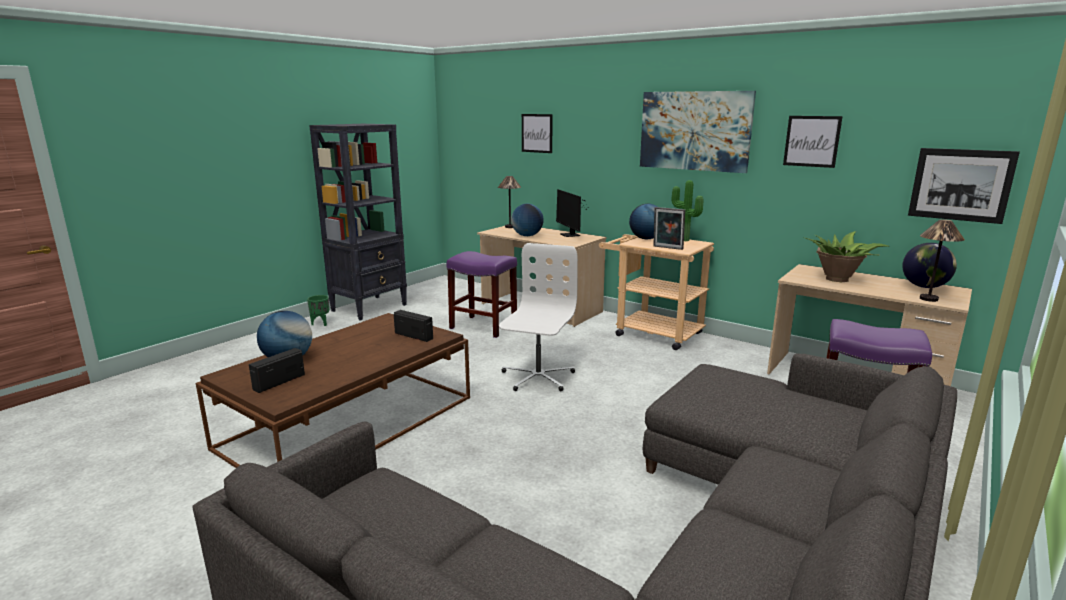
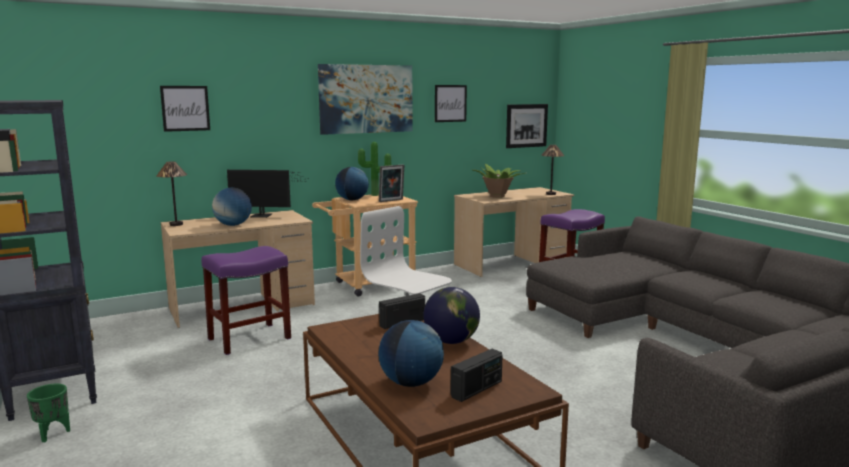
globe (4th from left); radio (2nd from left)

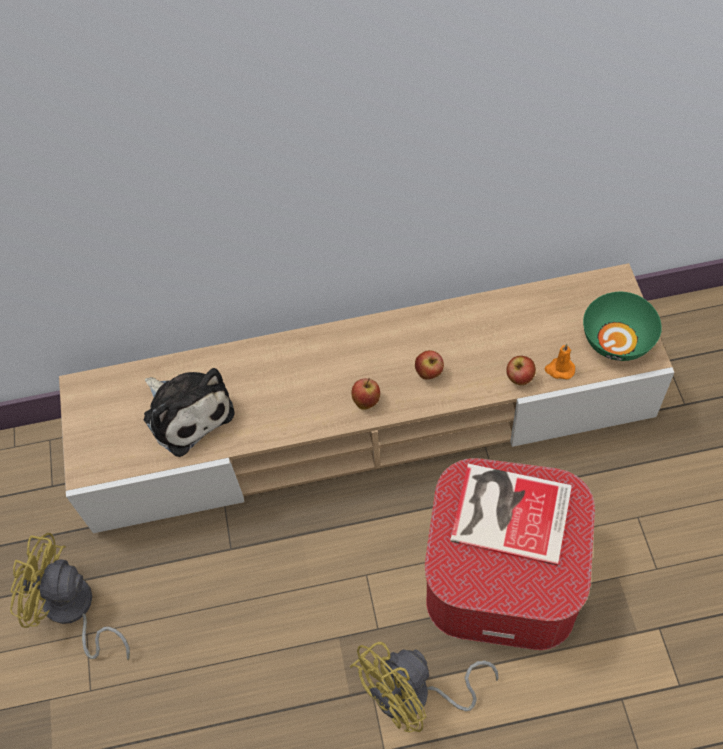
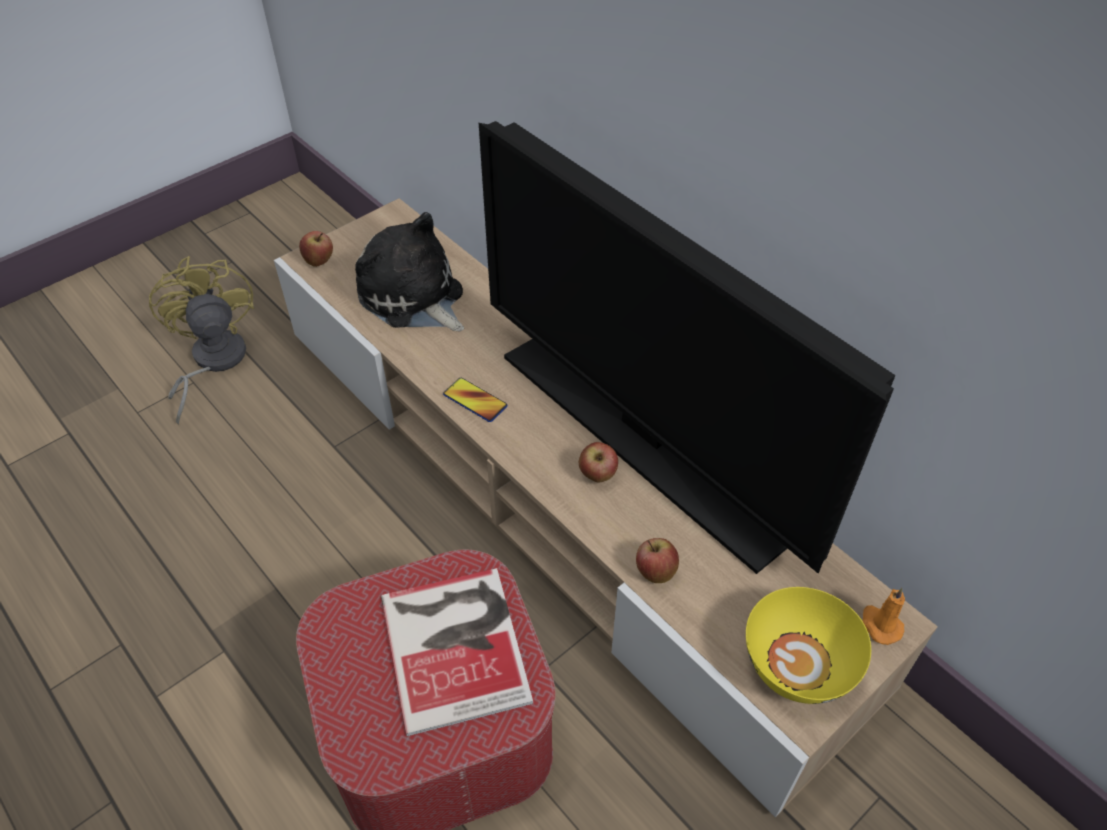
fan (yellow) (2nd from left in the first image); phone; television; apple (1st from left); candle (orange); bowl (yellow); plush toy

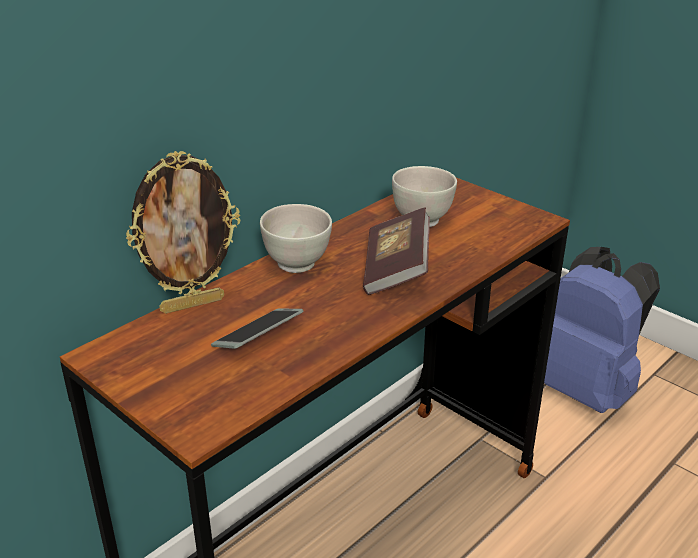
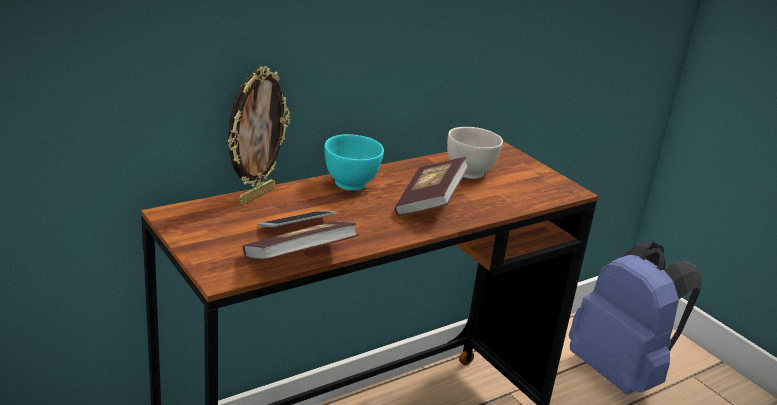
book (1st from left); bowl (turquoise); picture frame

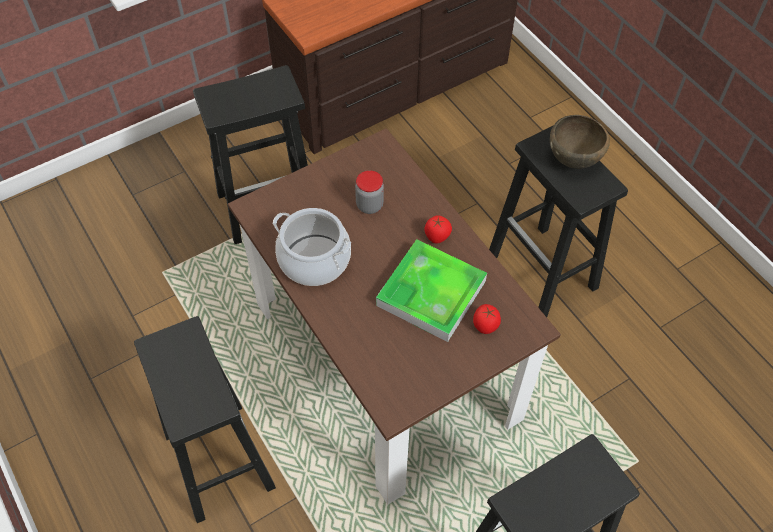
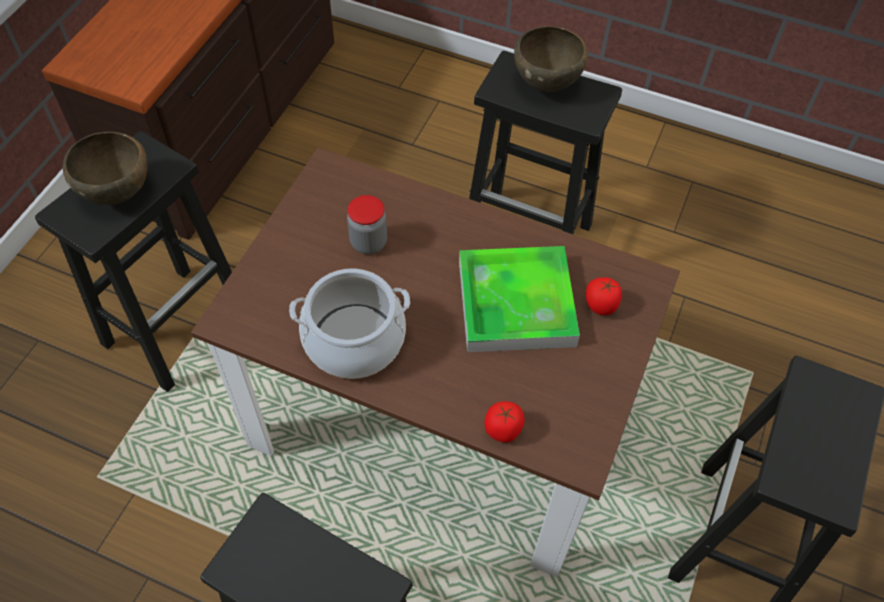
bowl (brown) (1st from left); tomato (1st from left)

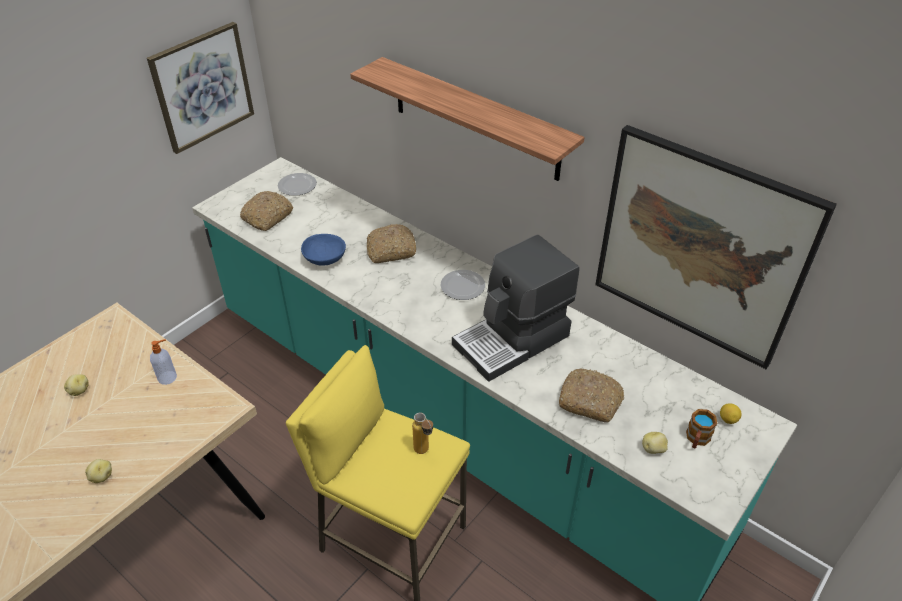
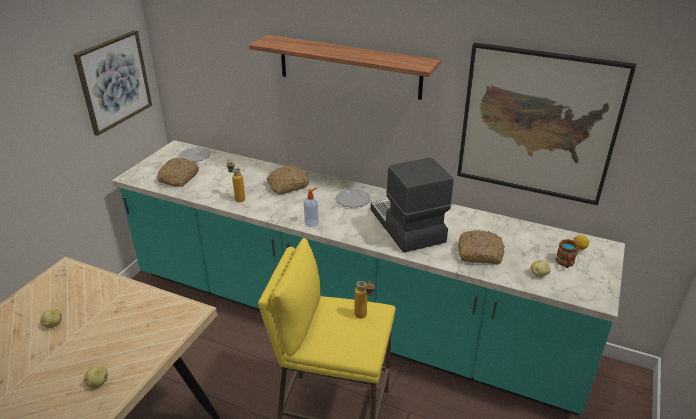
soap dispenser; bottle (1st from left); coffee machine

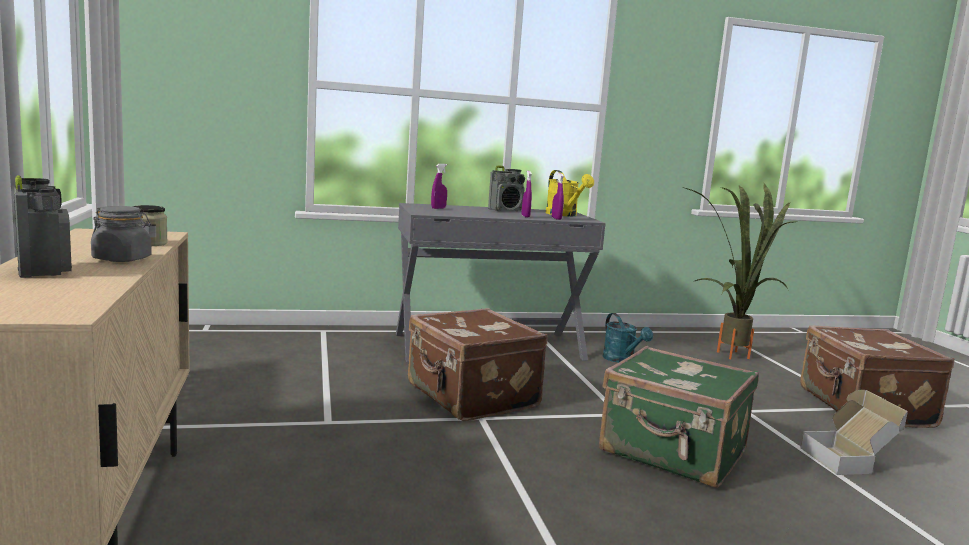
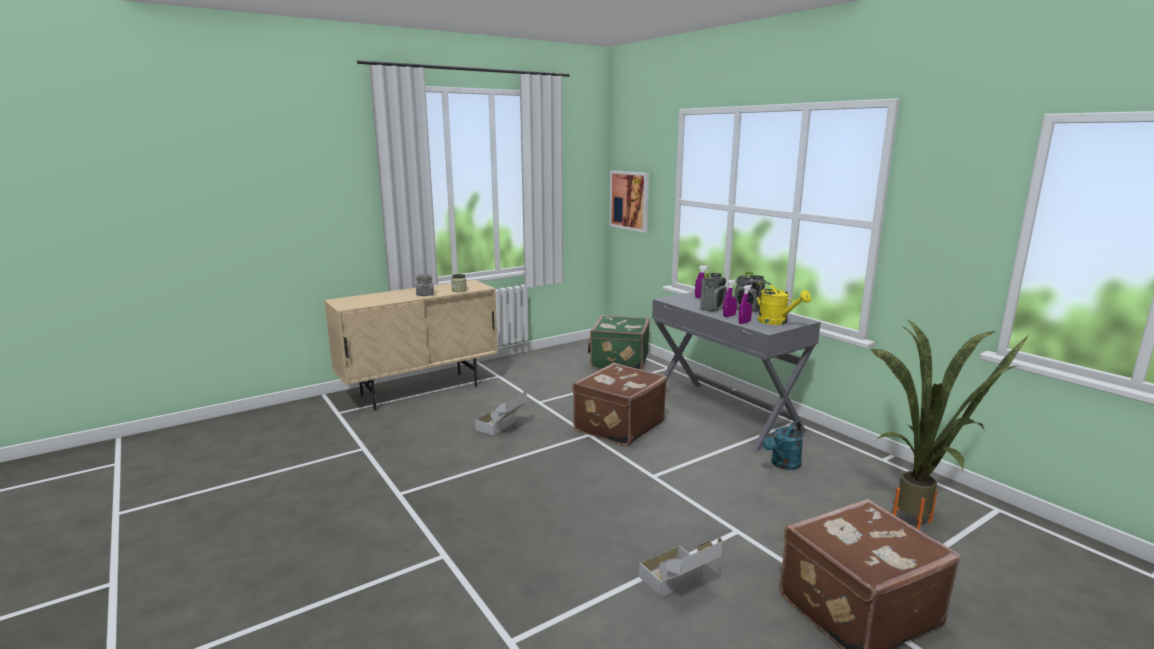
cardboard box (1st from left); picture; radio (1st from left); suitcase (green); watering can (yellow)

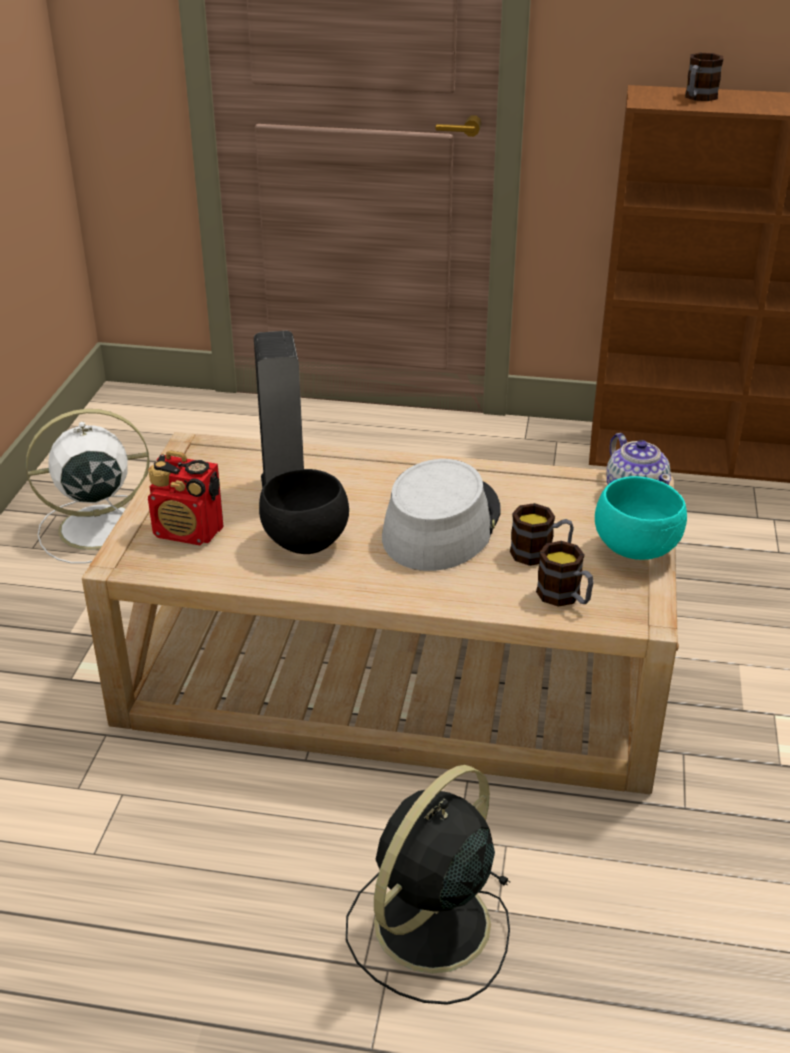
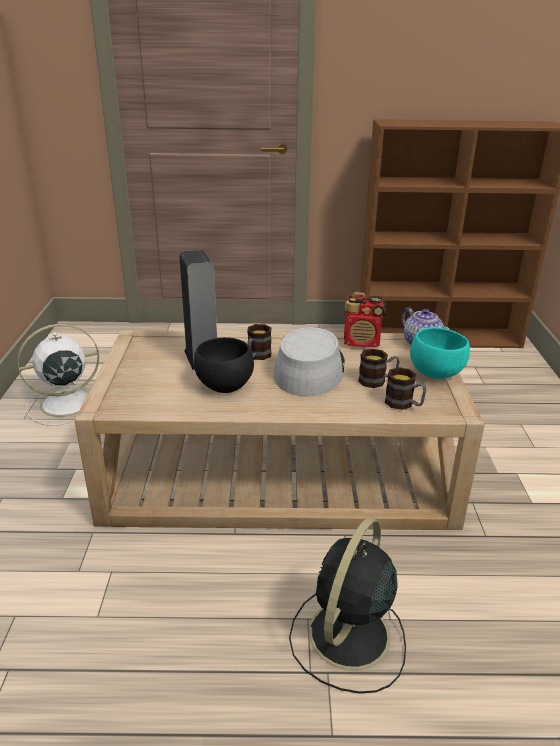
radio; mug (1st from left)

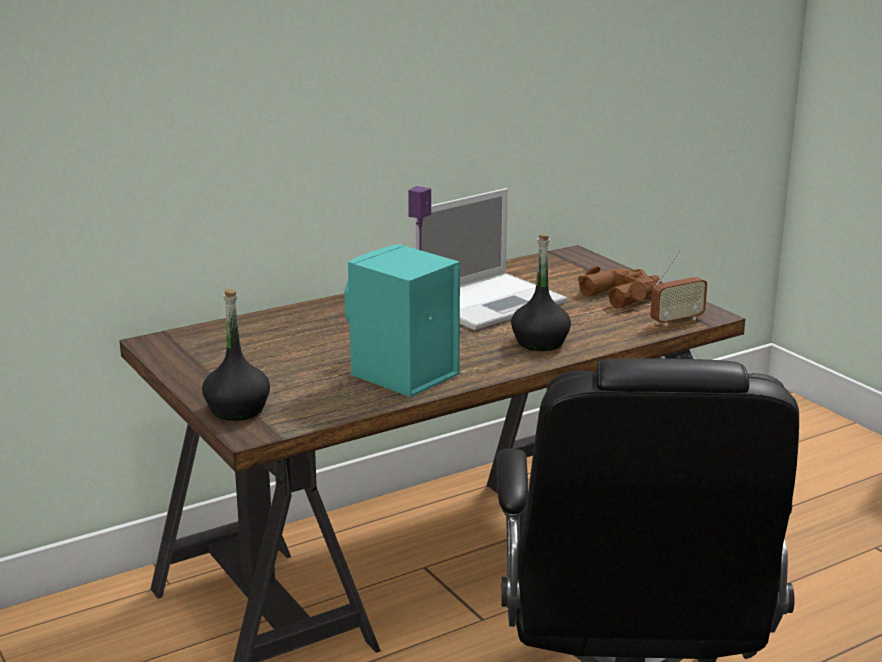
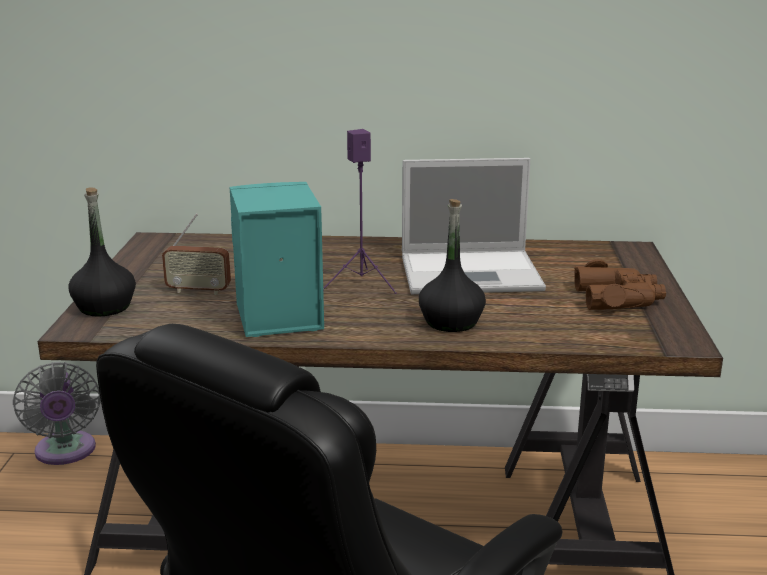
fan (grey); radio

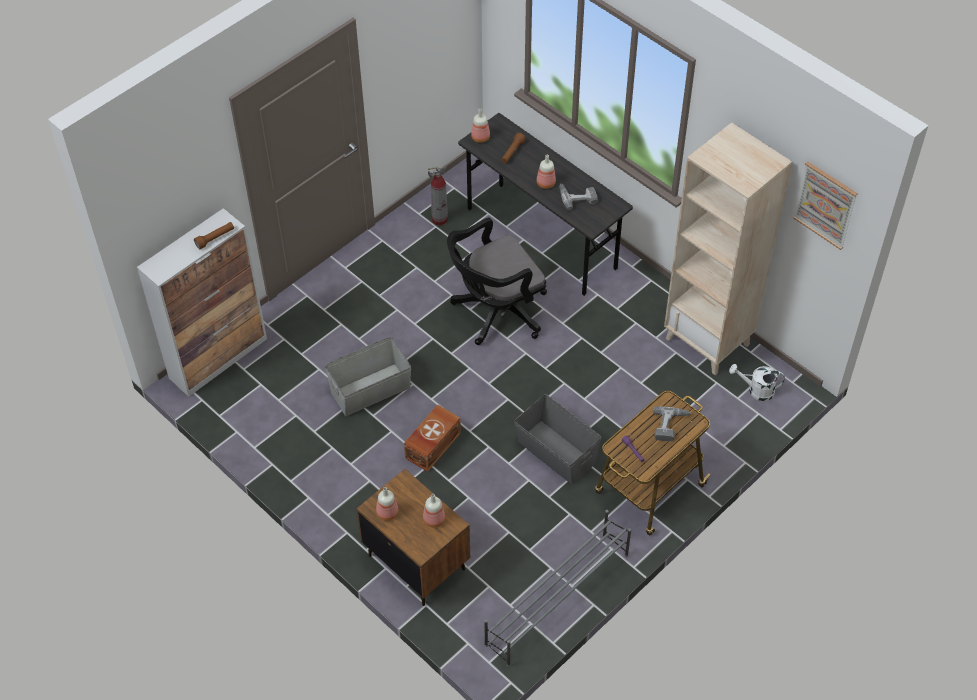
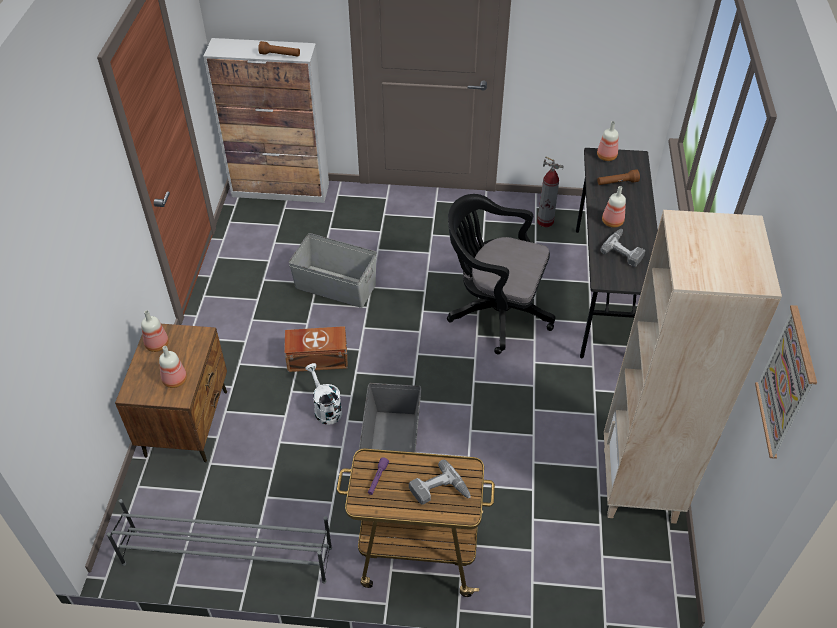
watering can (white)

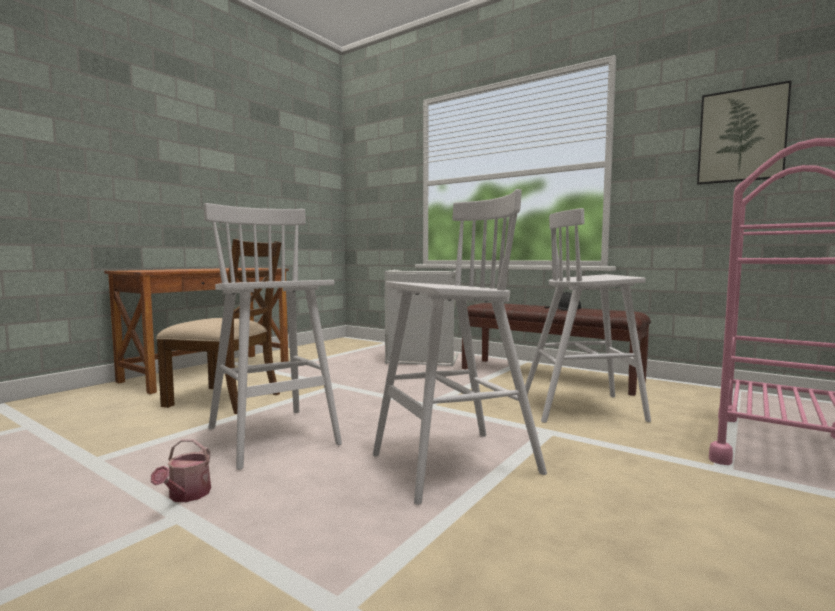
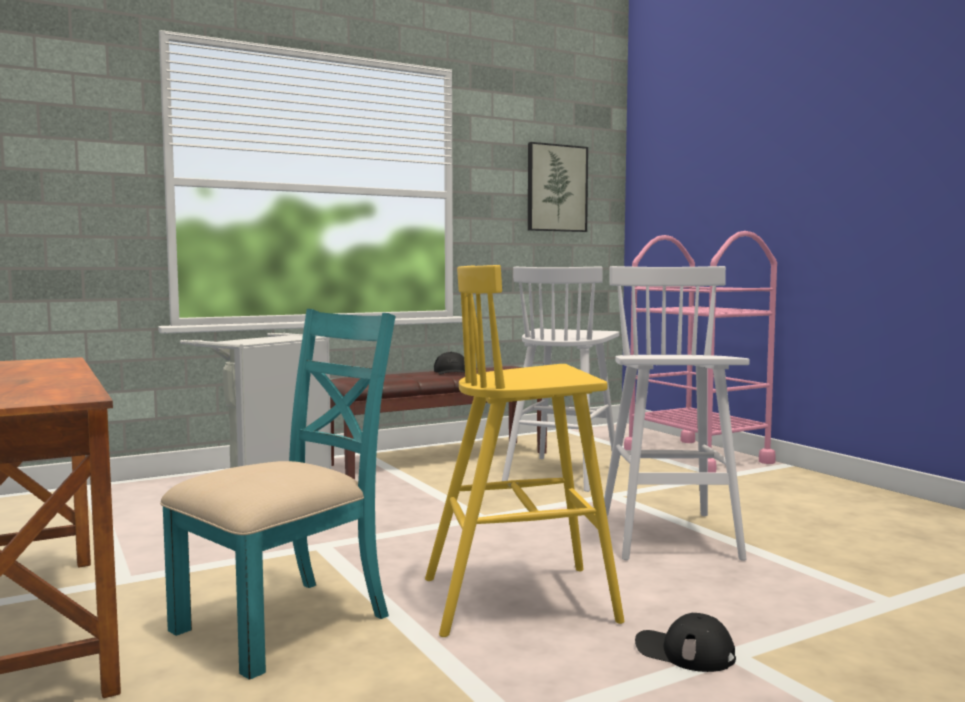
cap (black) (2nd from left); chair (turquoise); stool (yellow)

